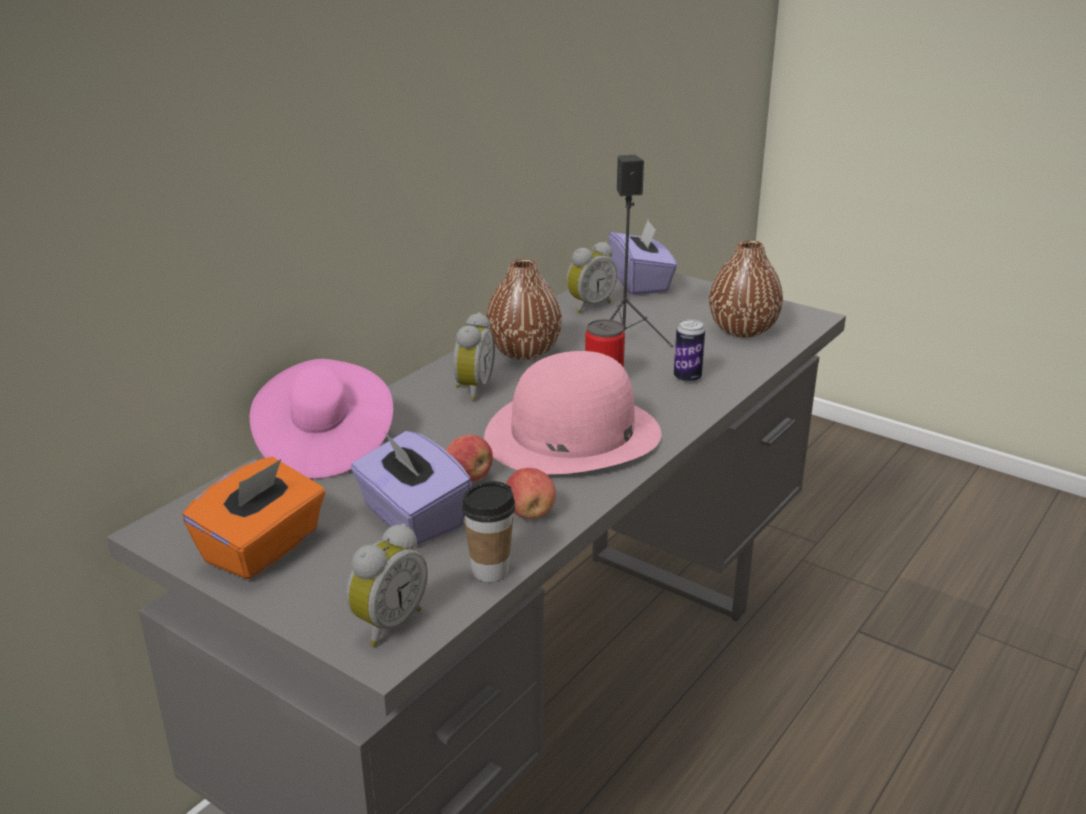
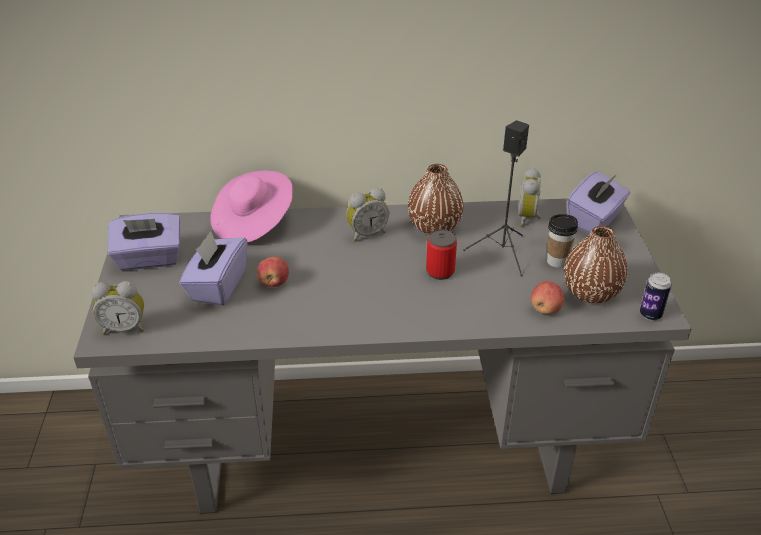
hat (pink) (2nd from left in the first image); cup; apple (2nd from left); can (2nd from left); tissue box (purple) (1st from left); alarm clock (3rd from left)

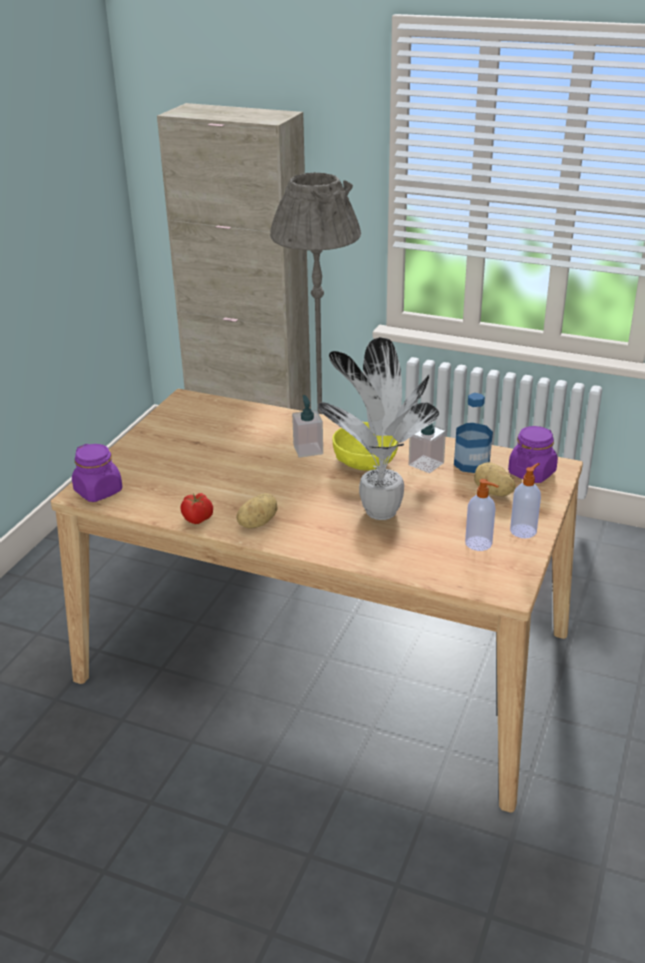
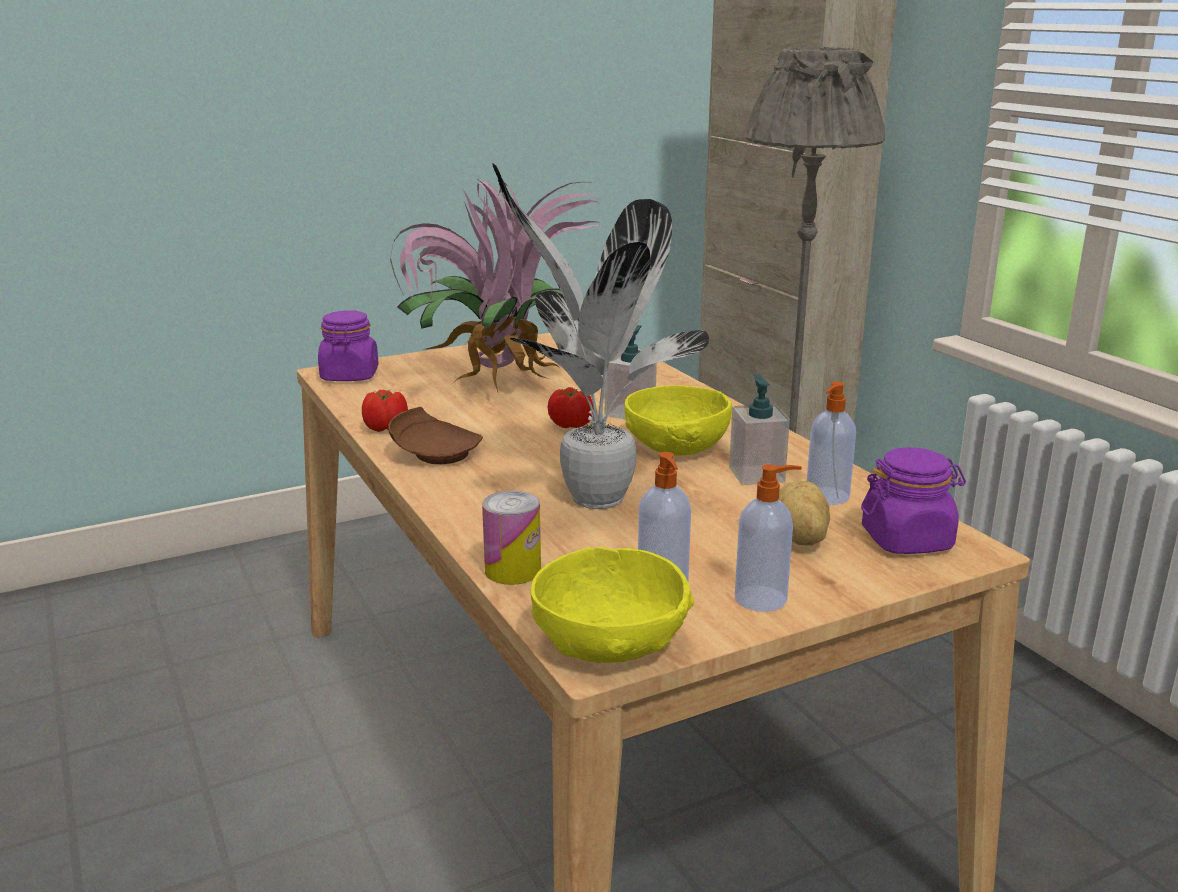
potted plant (1st from left); can; bowl (yellow) (1st from left); tomato (2nd from left); plate (brown); soap dispenser (5th from left)

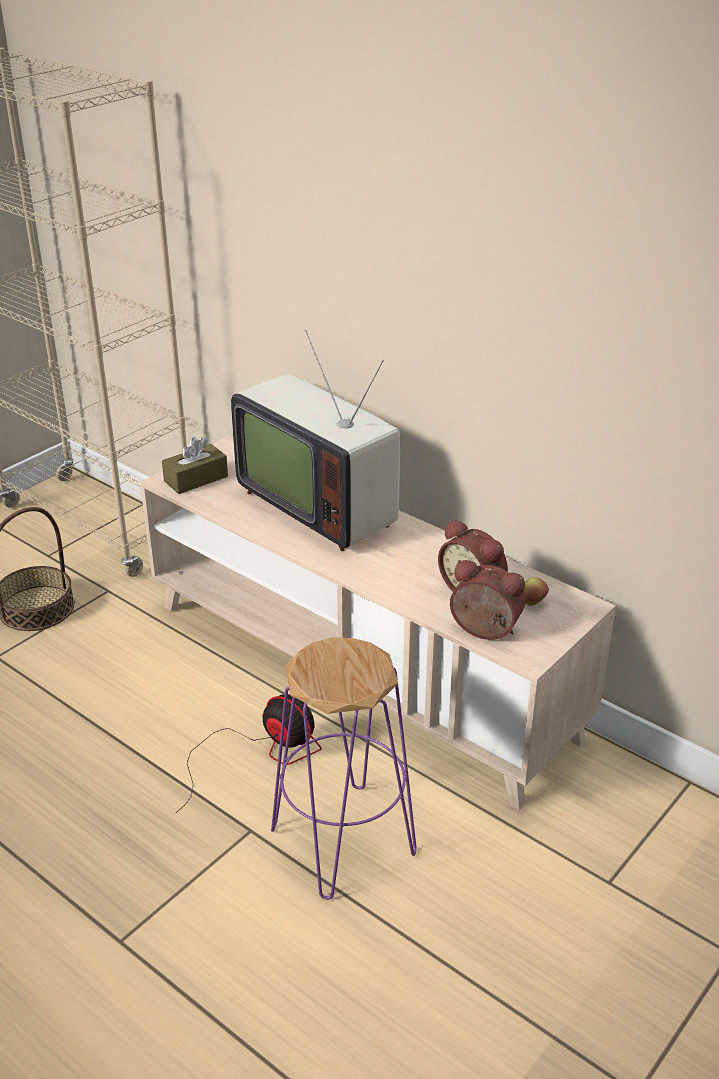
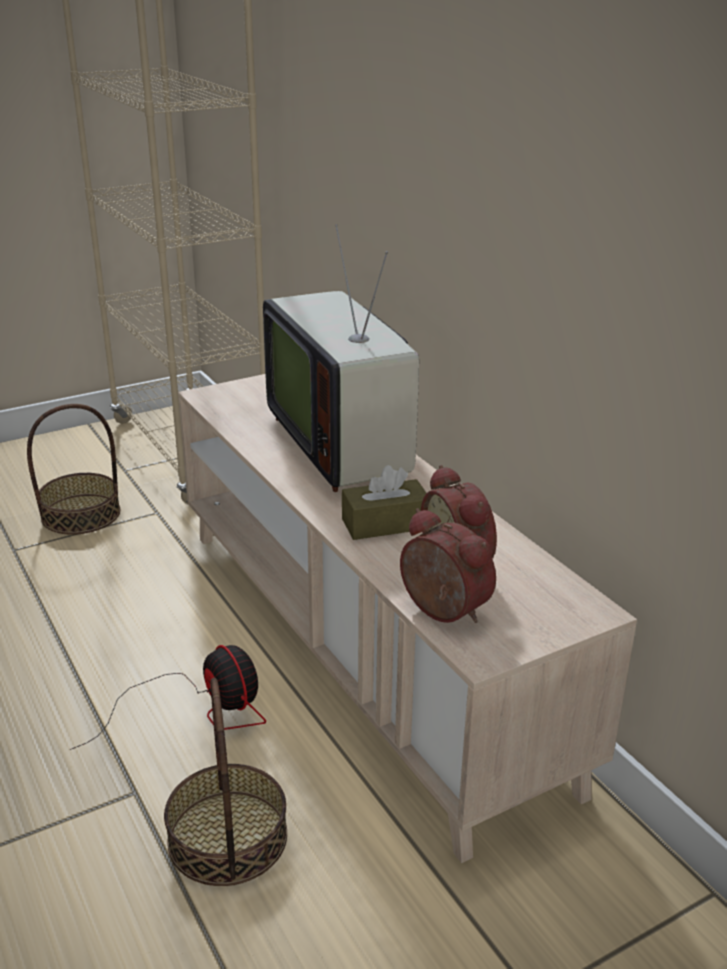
apple; tissue box (brown); basket (2nd from left)

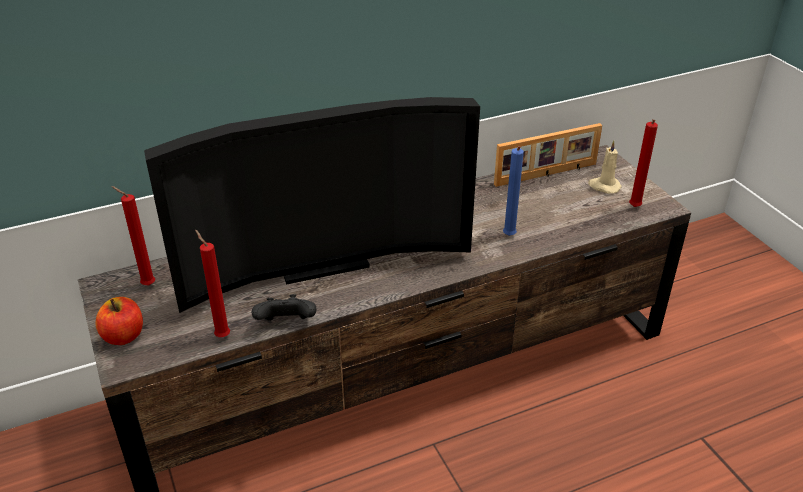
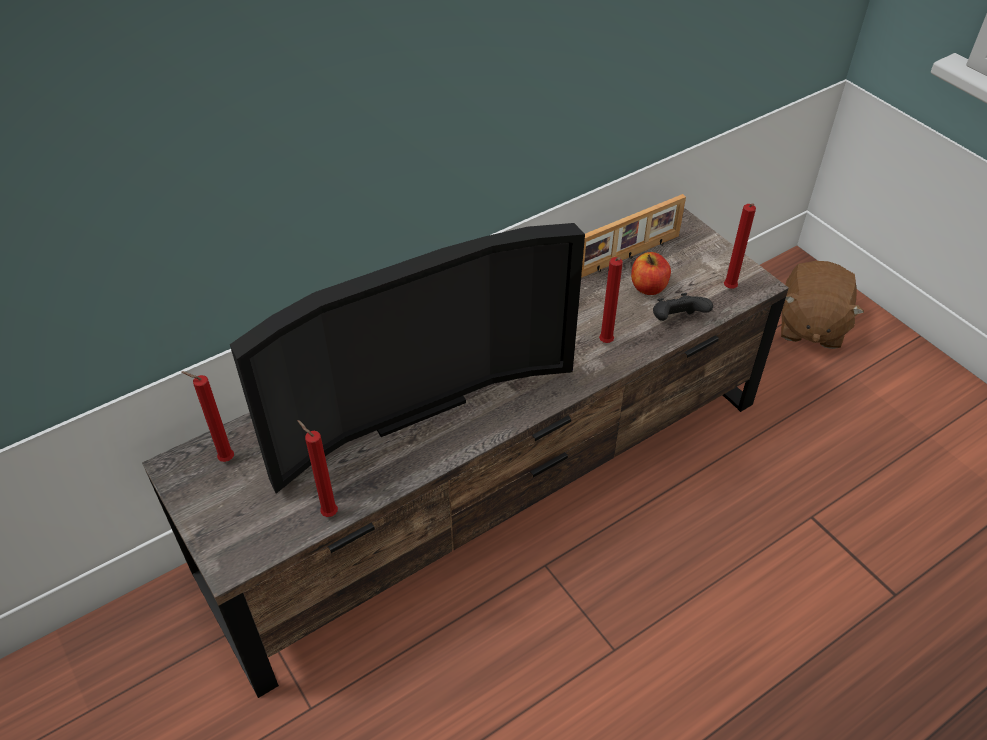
candle (beige); plush toy (brown); apple; game controller (black); candle (red) (3rd from left)

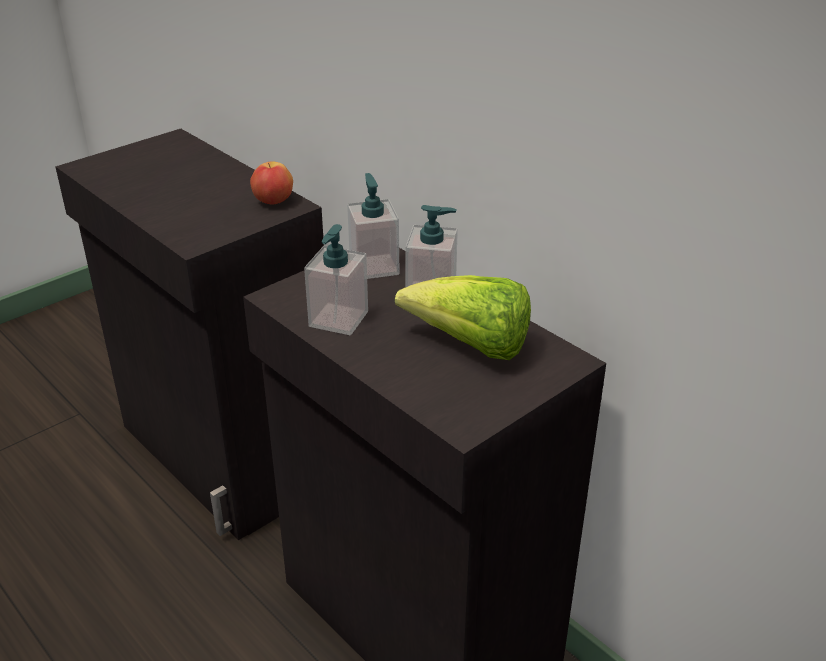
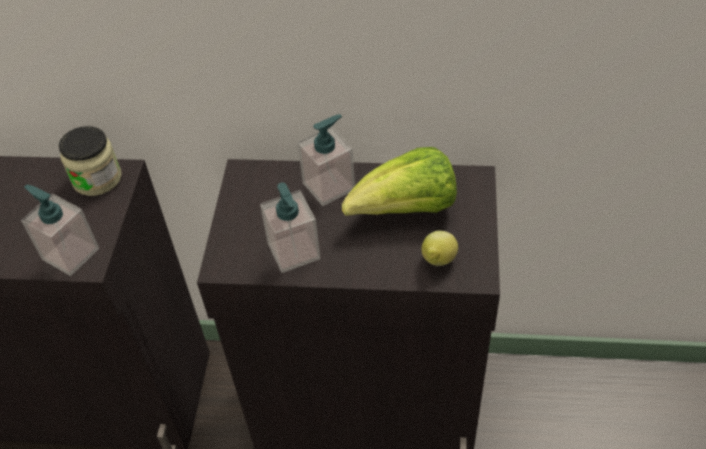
lemon; soap dispenser (1st from left); jar

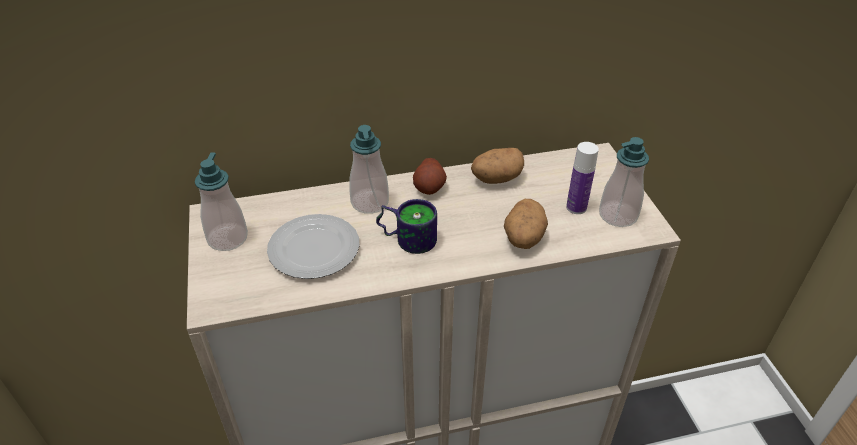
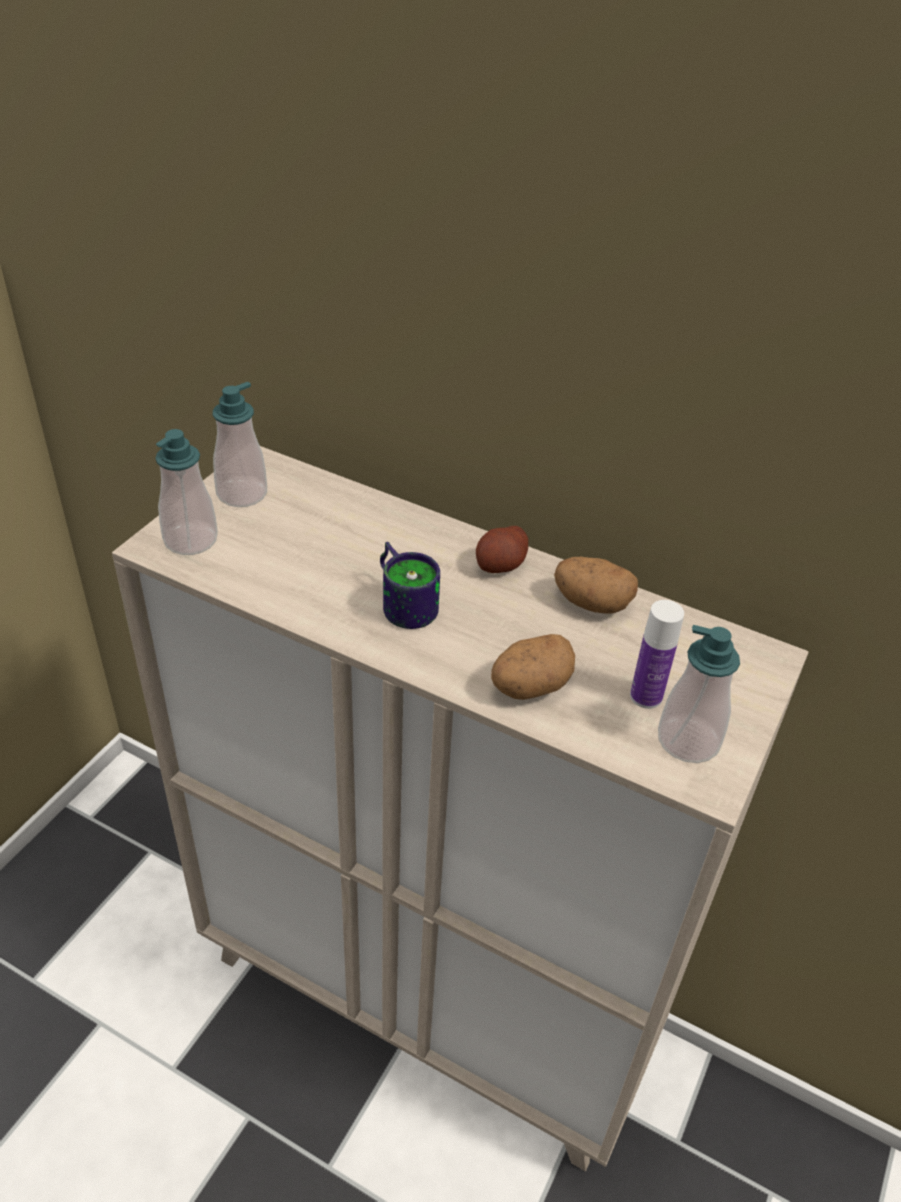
plate; soap dispenser (1st from left)

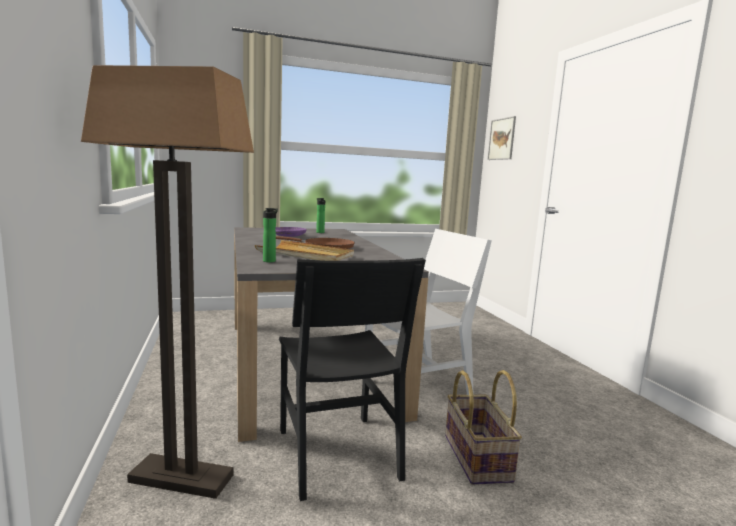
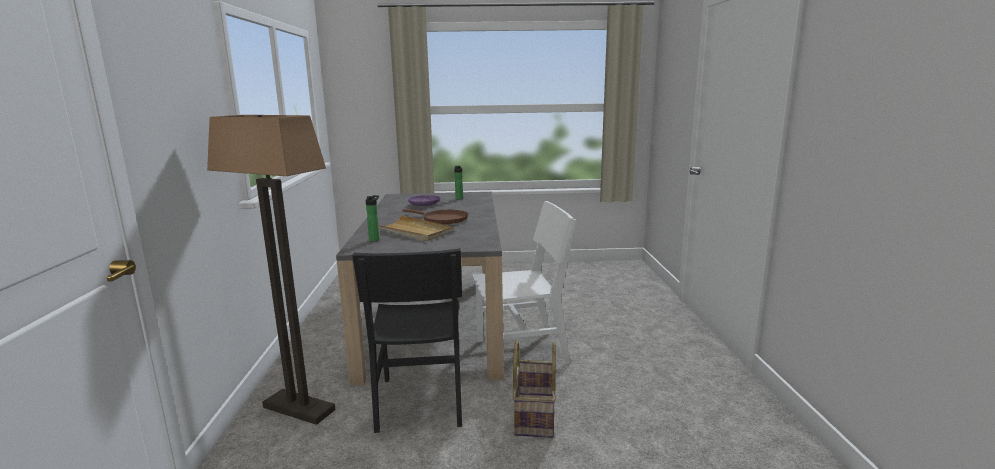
picture

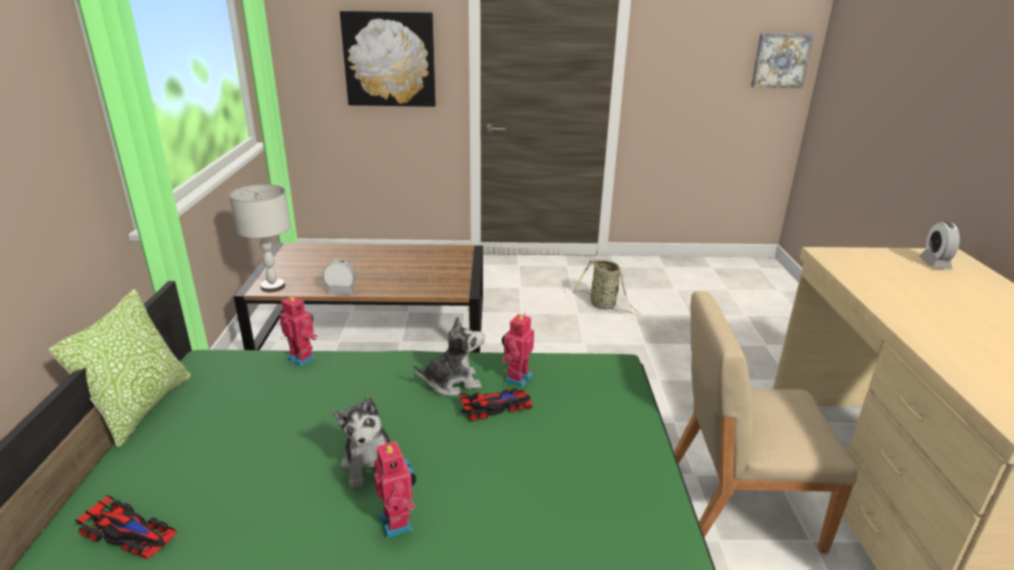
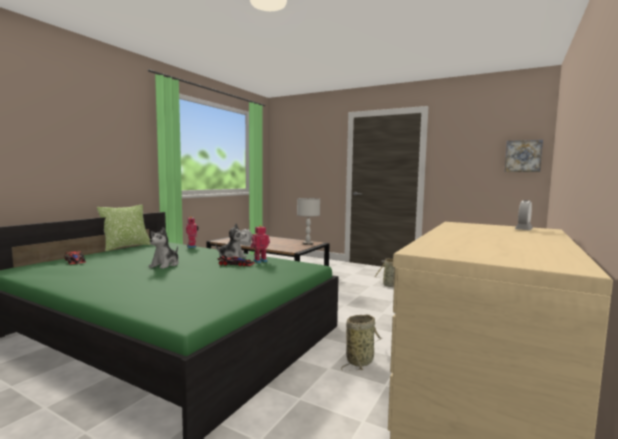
picture (1st from left in the first image); toy robot (2nd from left in the first image); table lamp (grey); basket (1st from left)

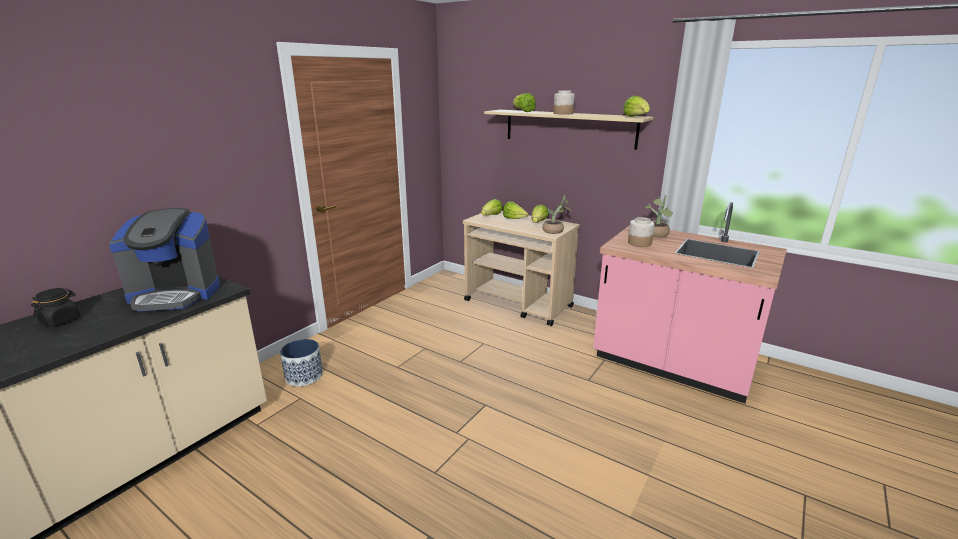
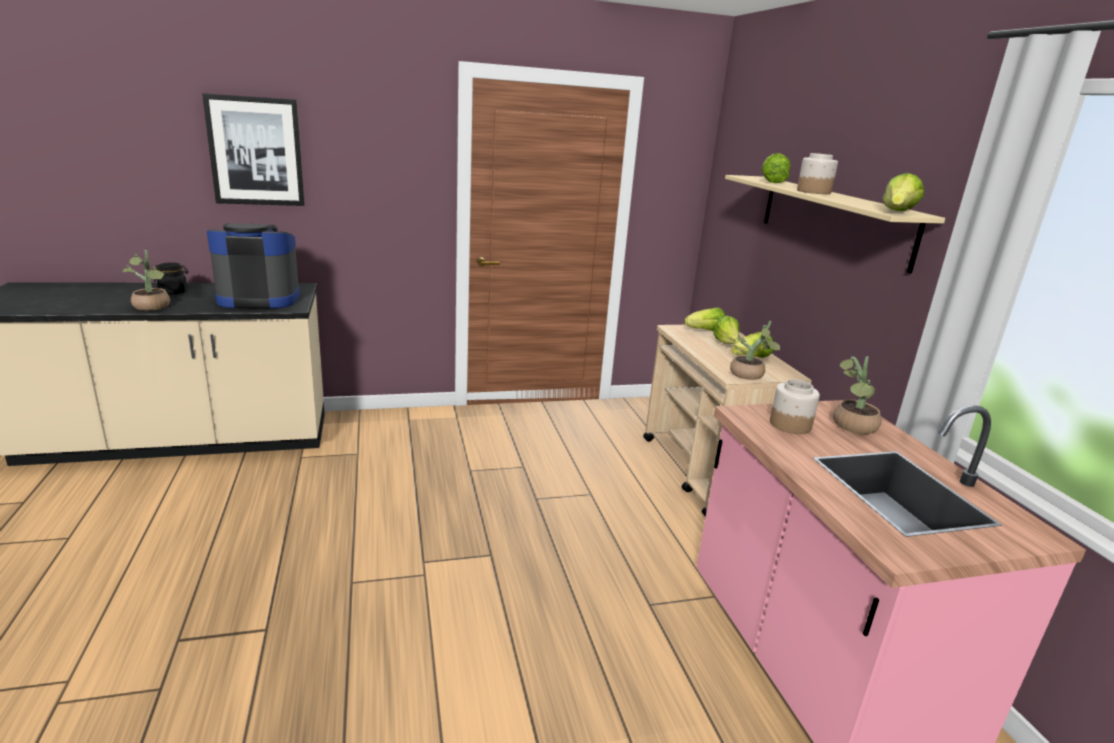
planter; potted plant (1st from left); picture; coffee machine

